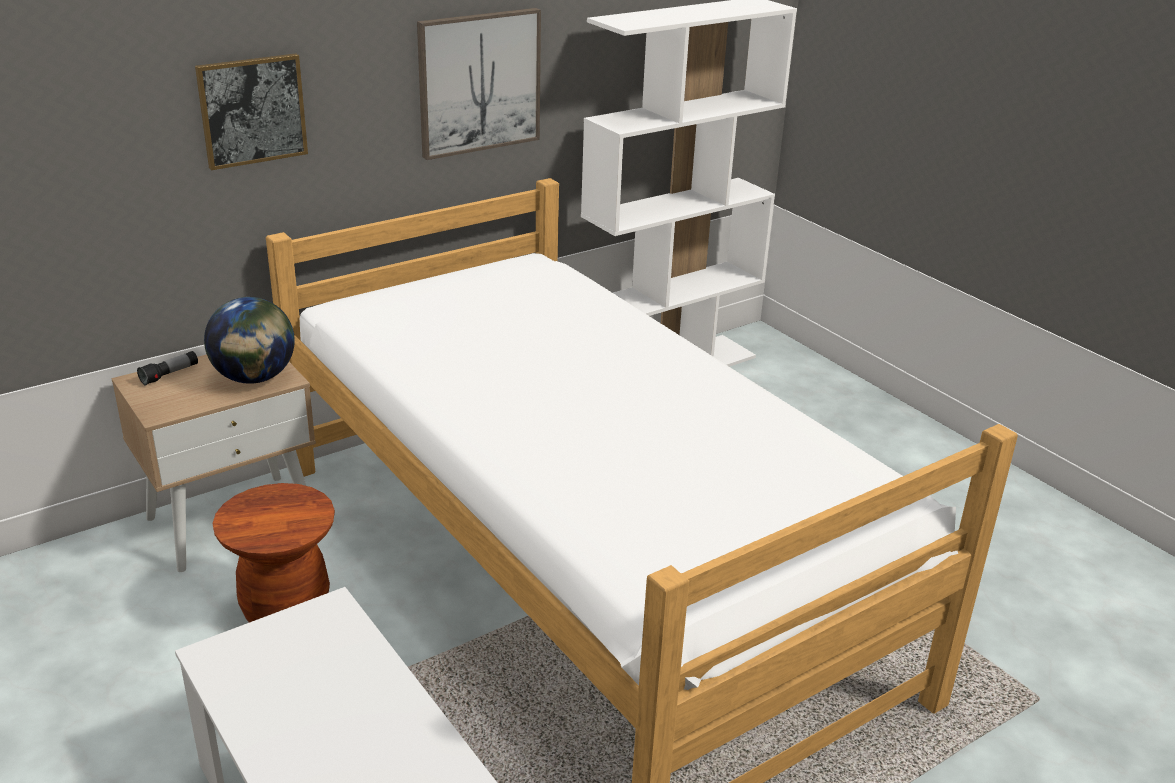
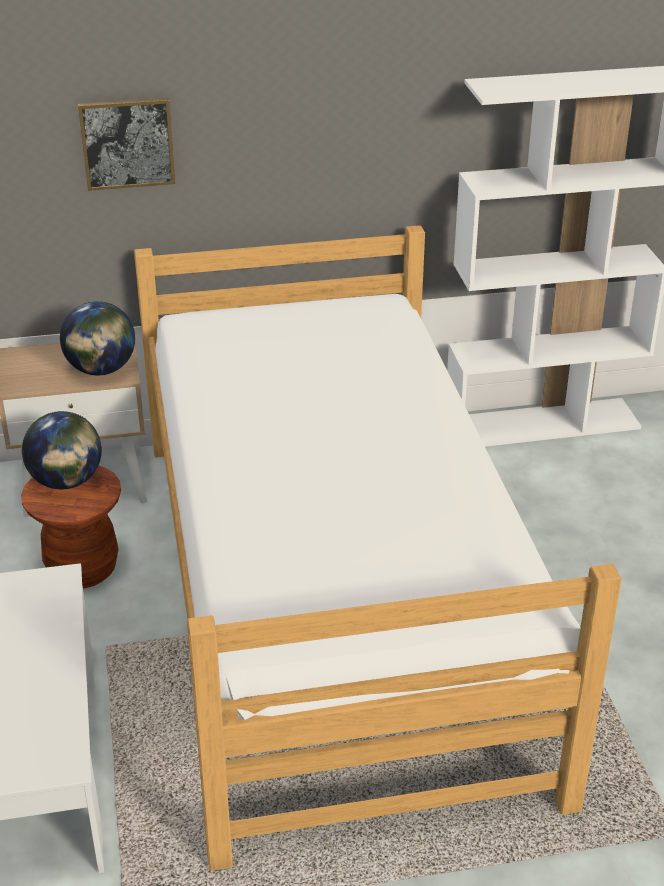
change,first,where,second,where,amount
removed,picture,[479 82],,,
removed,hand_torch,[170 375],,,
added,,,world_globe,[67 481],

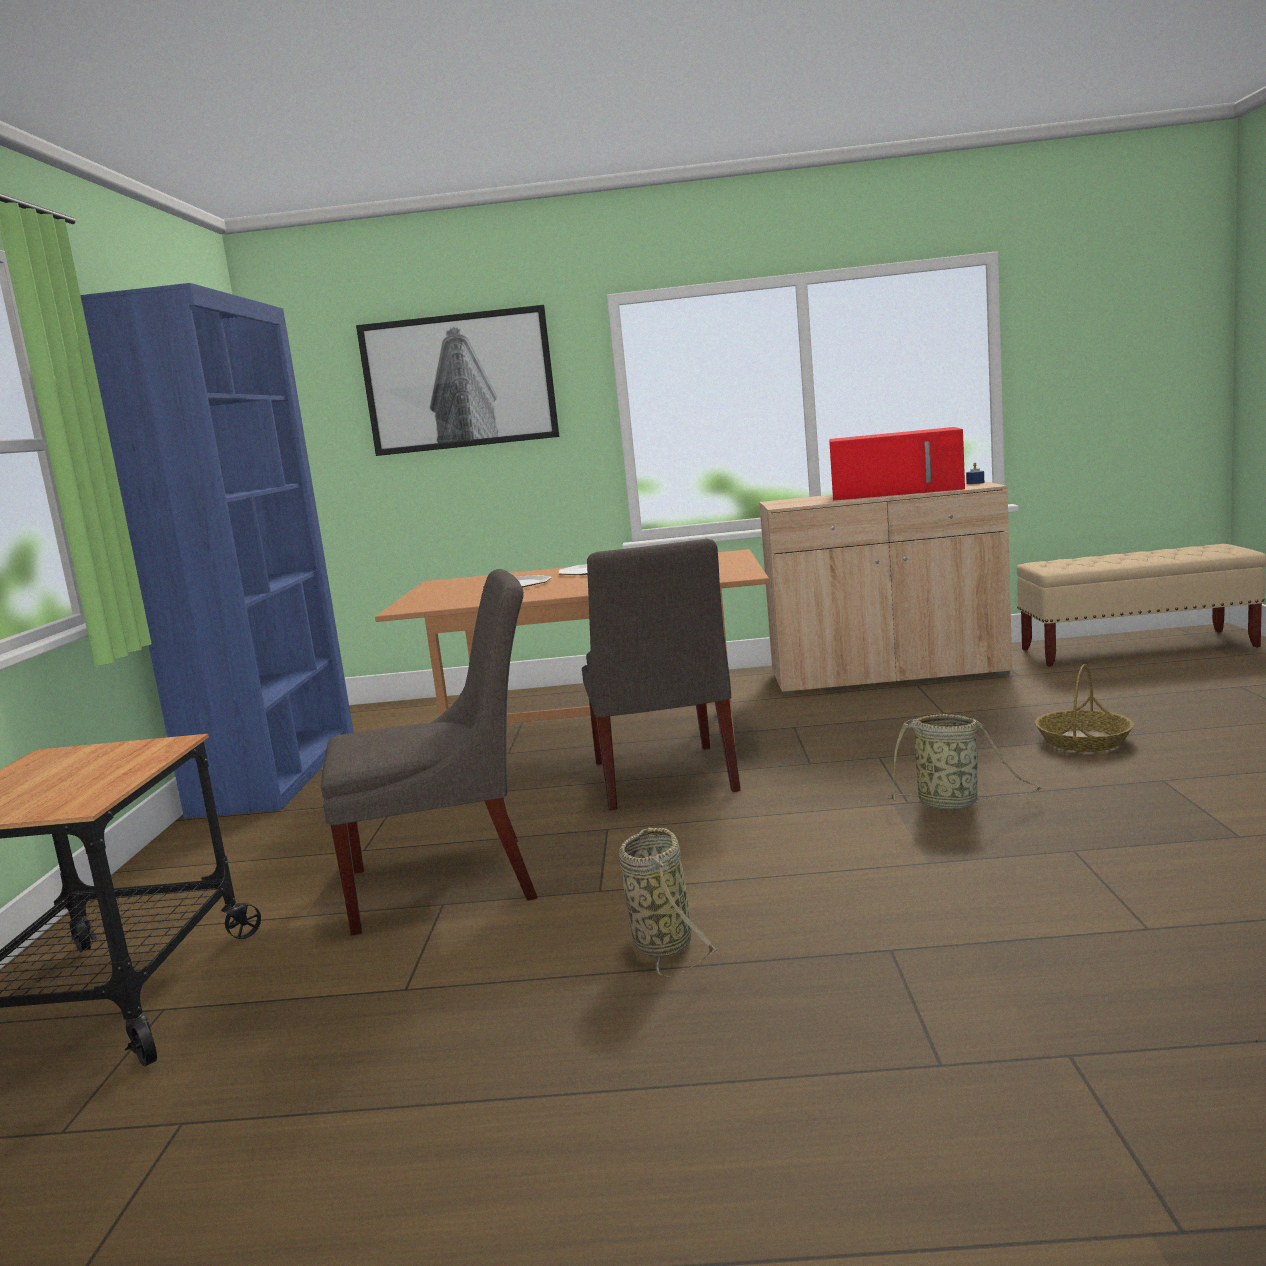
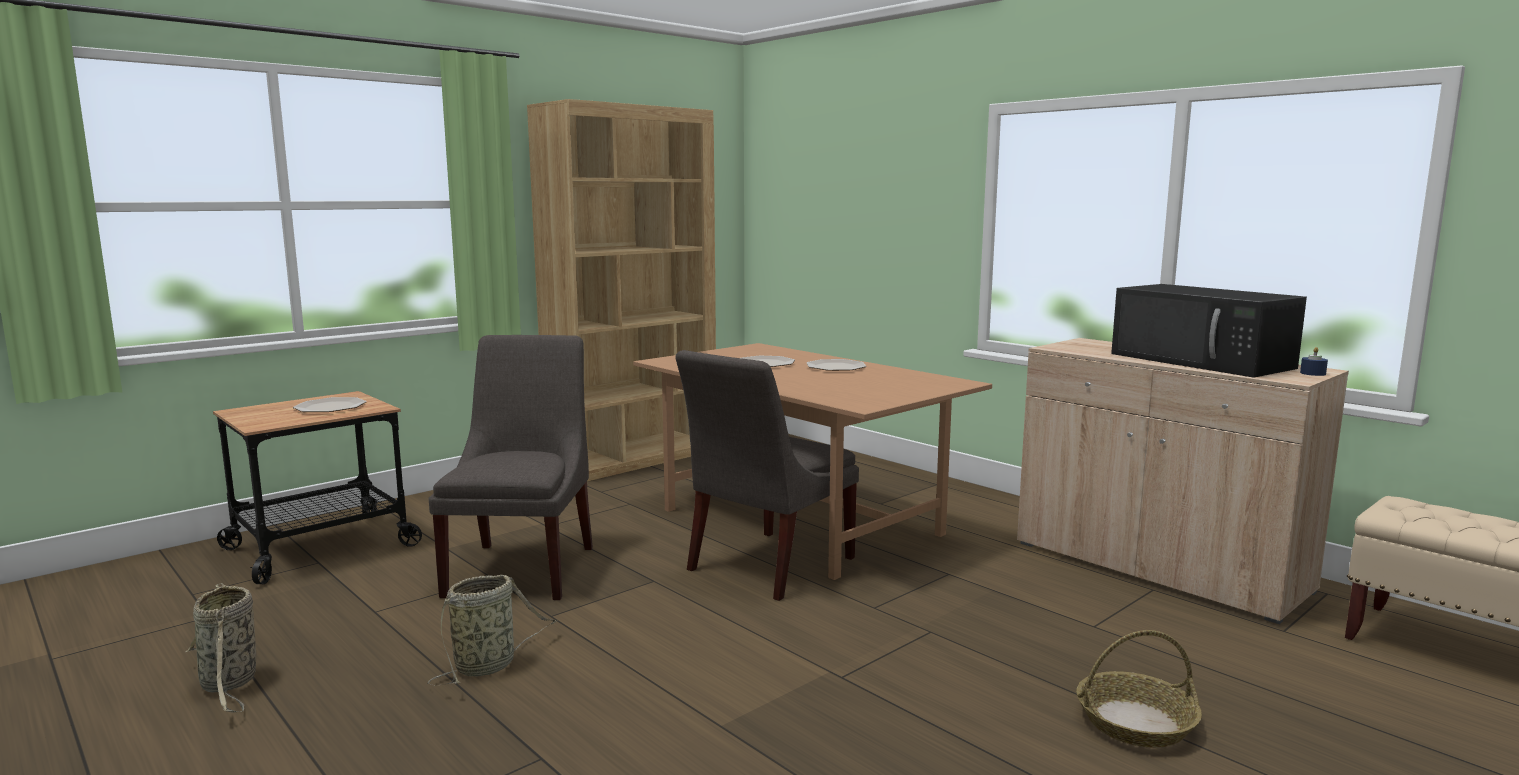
change,first,where,second,where,amount
recoloured,bluish_bookcase,[277 773],brown-coloured_bookcase,[634 458],
removed,picture,[459 381],,,
recoloured,red_microwave,[898 491],black_microwave,[1203 361],
turned,gray_plain_chair,[452 882],,[524 567],120 degrees counterclockwise
moved,household_basket,[952 803],,[229 684],
added,,,plate,[330 407],

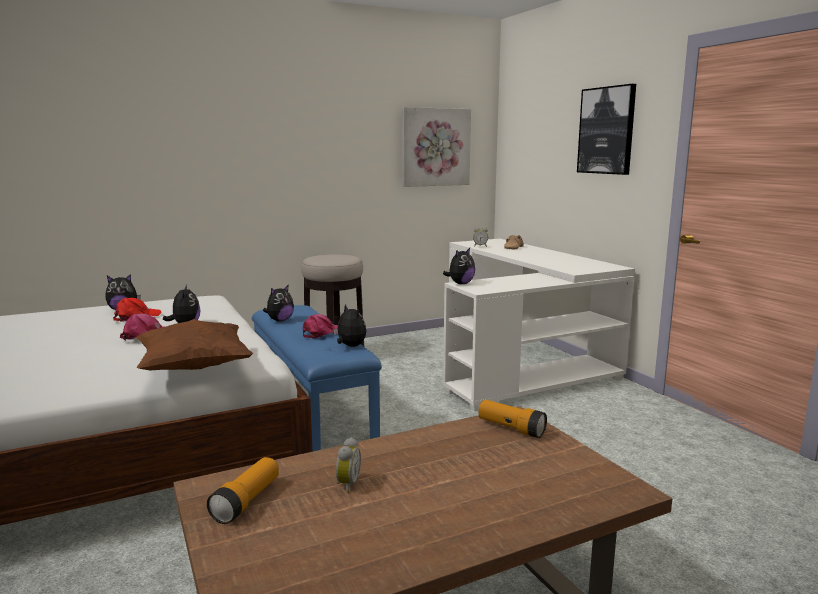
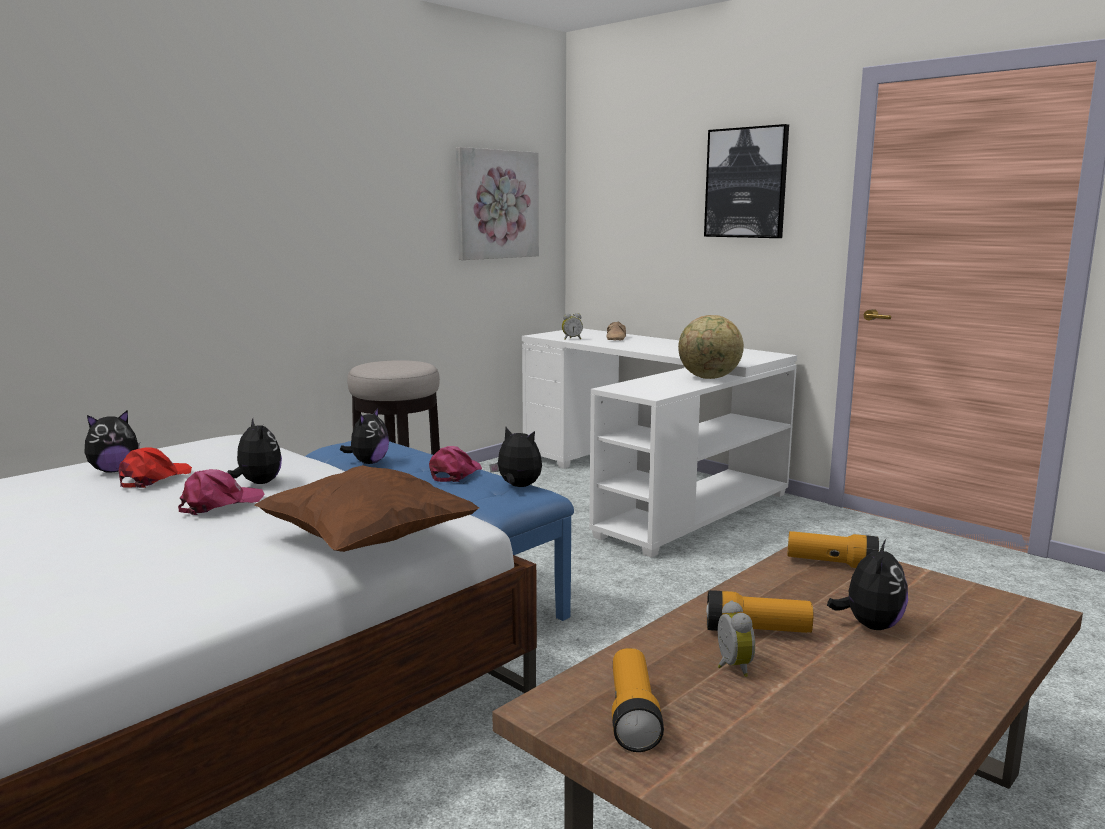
change,first,where,second,where,amount
moved,cuddly_toy,[460 284],,[869 625],
added,,,world_globe,[709 378],
added,,,hand_torch,[757 631],

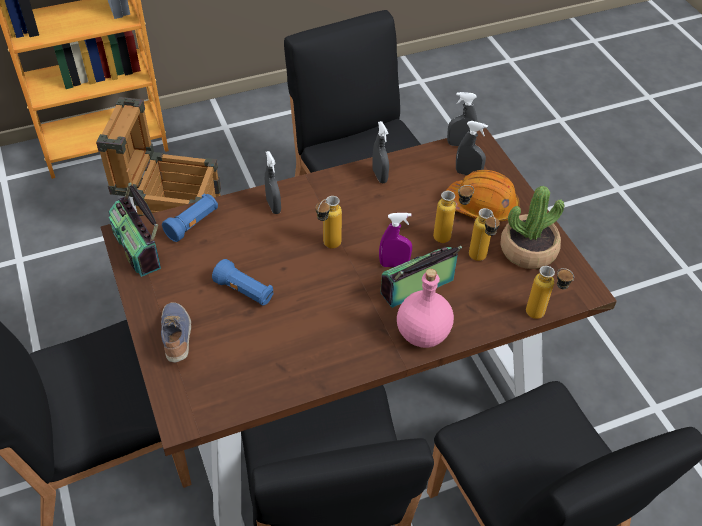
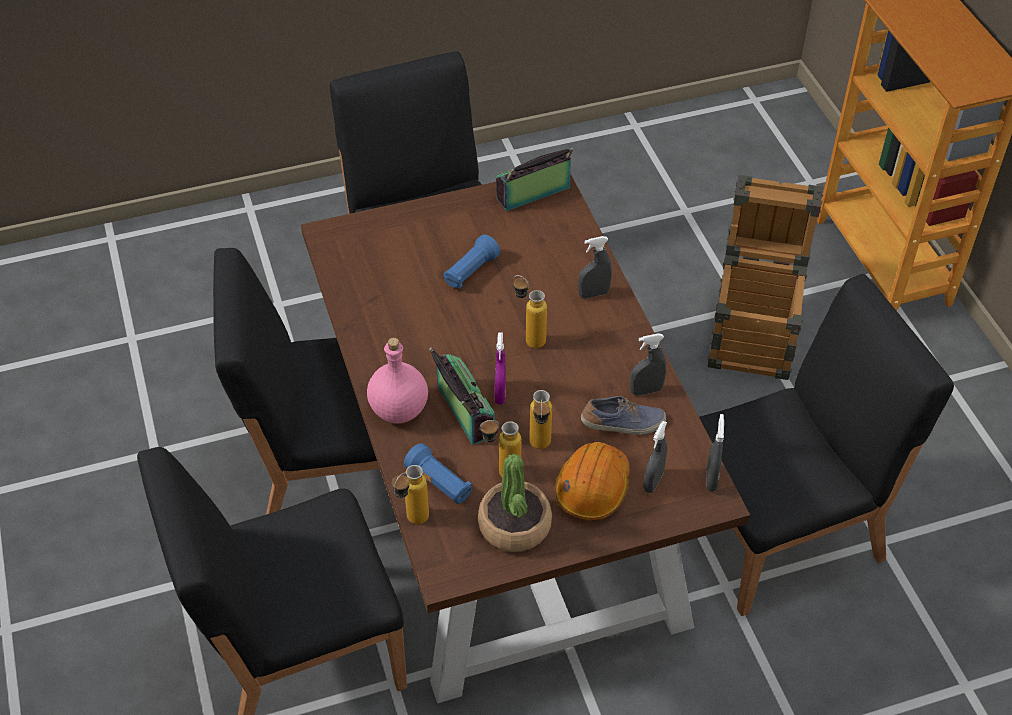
change,first,where,second,where,amount
moved,bluish_hand_torch,[193 224],,[439 484],
moved,shoe,[177 337],,[623 425],

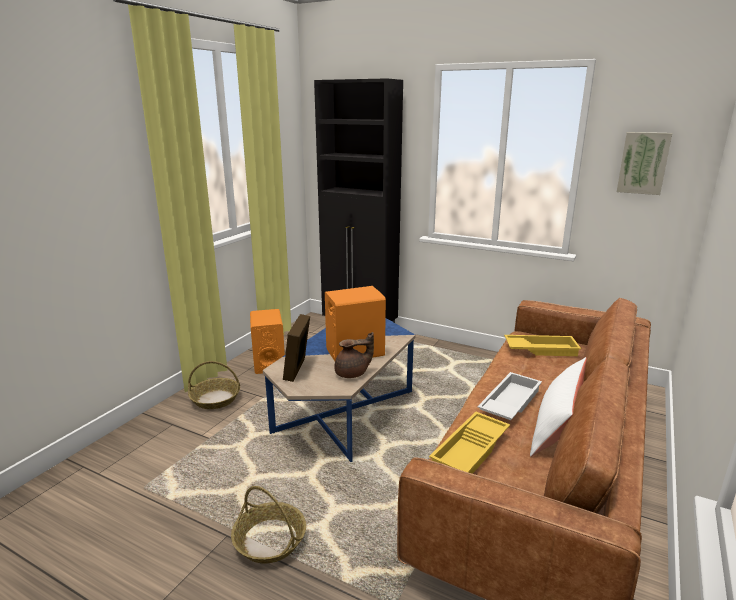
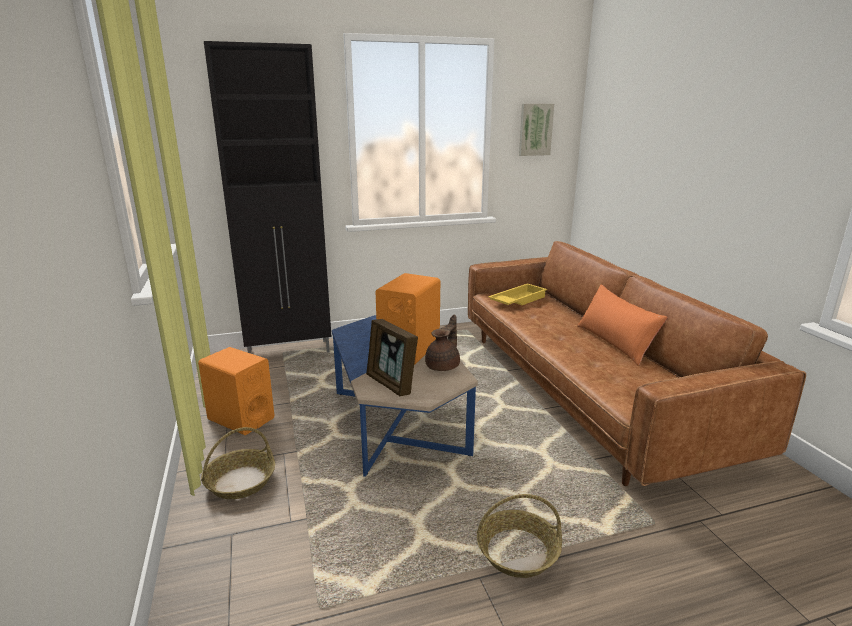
change,first,where,second,where,amount
recoloured,white-coloured_cushion,[556 426],orange_cushion,[615 342],
removed,white-coloured_tray,[509 402],,,
removed,yellowish_tray,[471 451],,,

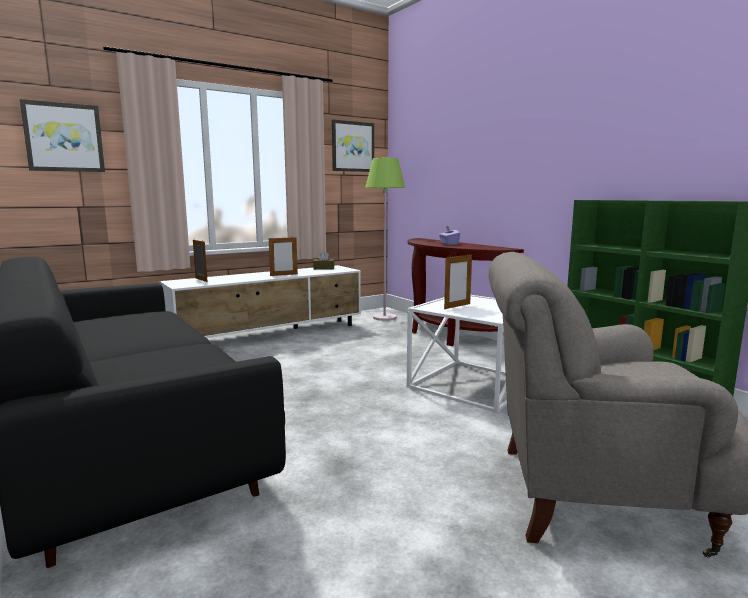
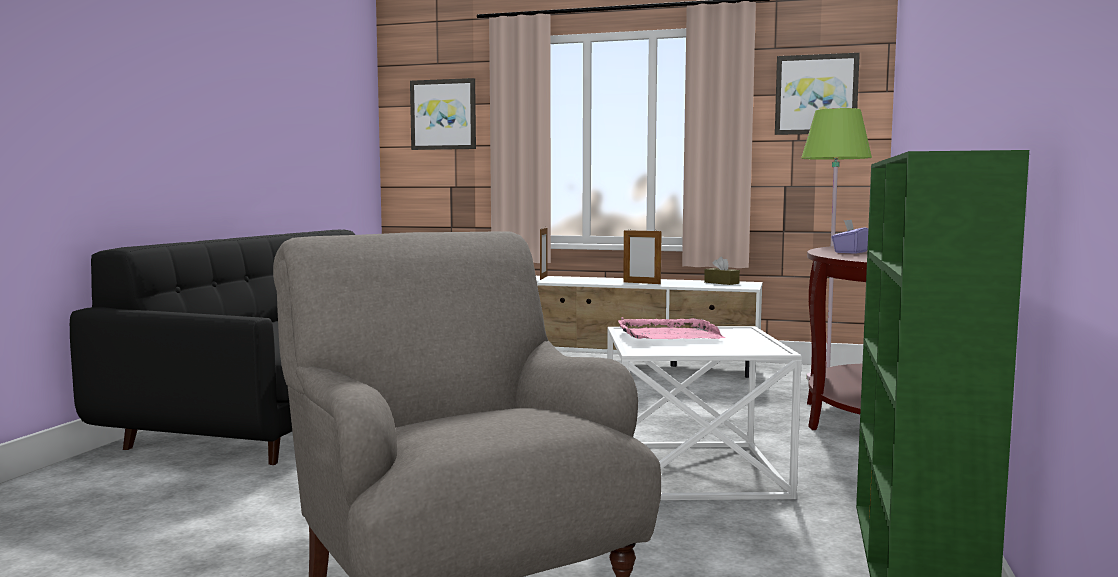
change,first,where,second,where,amount
replaced,photo_frame,[457 306],pinkish_tray,[668 335],

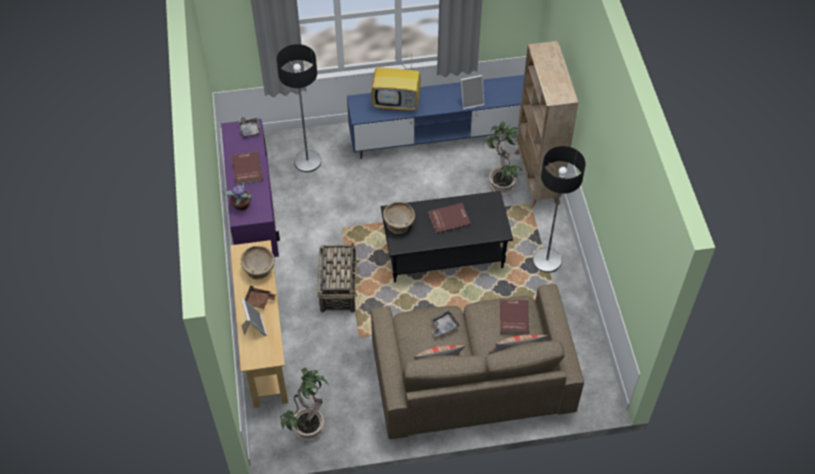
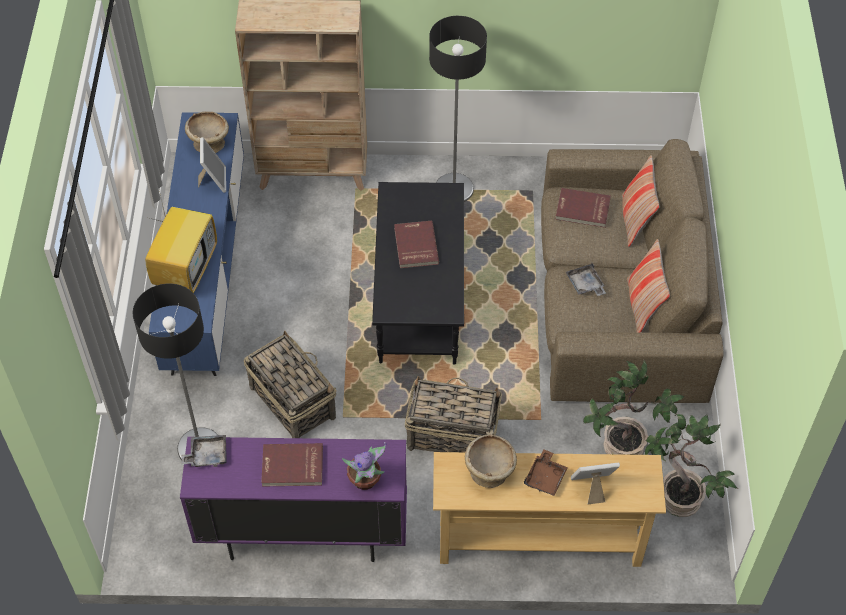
change,first,where,second,where,amount
moved,plant_in_a_pot,[500 185],,[623 448],
moved,beige-coloured_deep_dish,[399 225],,[209 143],
added,,,household_basket,[292 401],

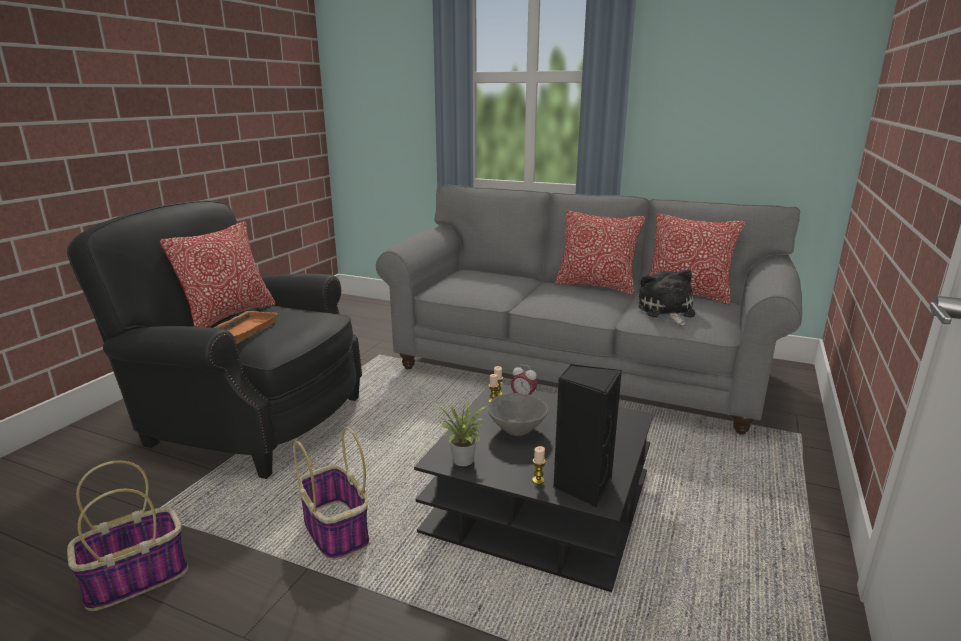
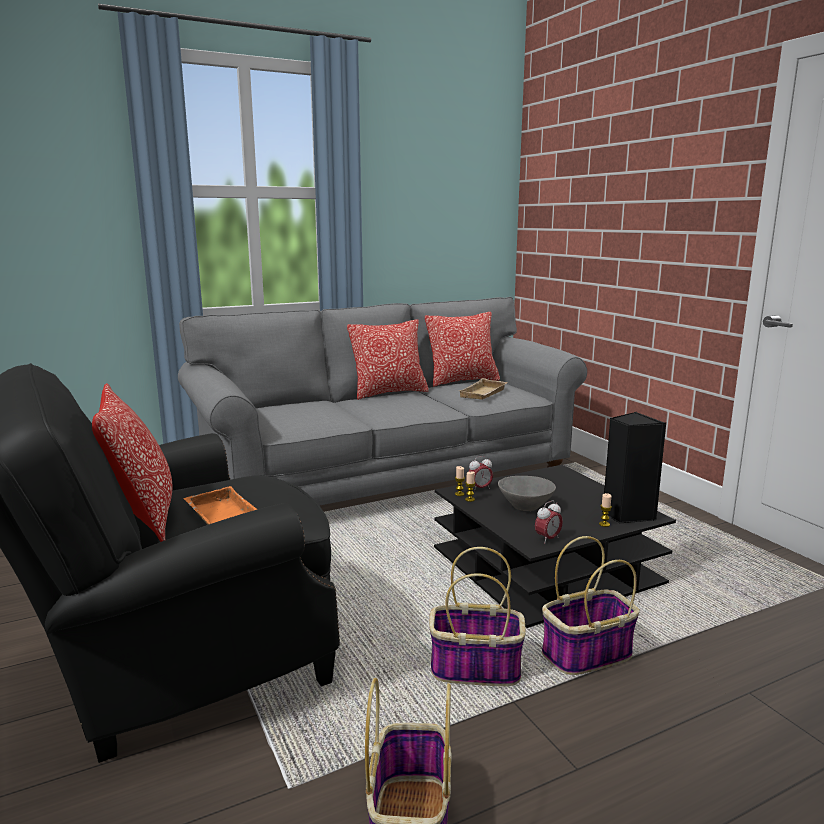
change,first,where,second,where,amount
replaced,cuddly_toy,[666 312],beige-coloured_tray,[484 394],
replaced,plant_in_a_pot,[462 462],table_clock,[547 539],
added,,,household_basket,[586 655],

